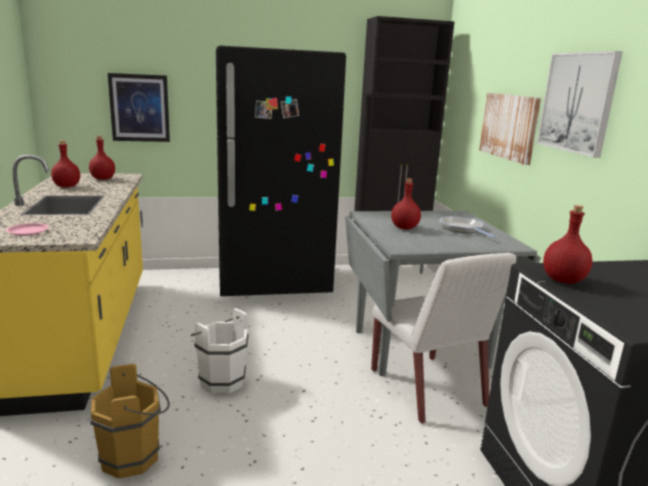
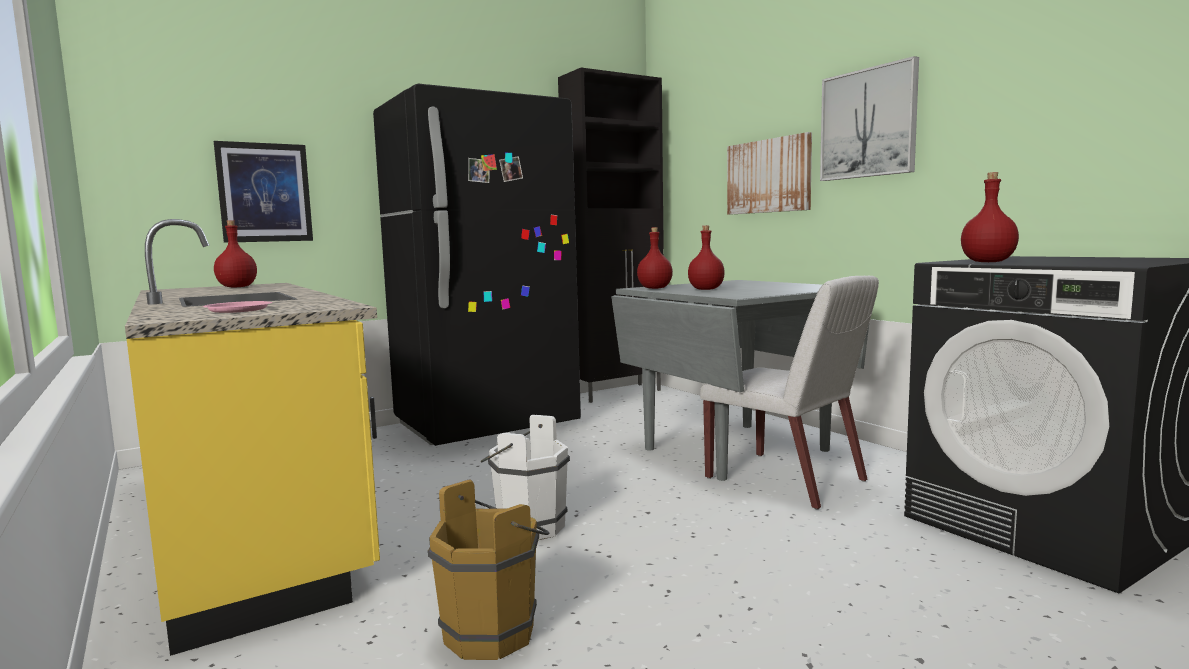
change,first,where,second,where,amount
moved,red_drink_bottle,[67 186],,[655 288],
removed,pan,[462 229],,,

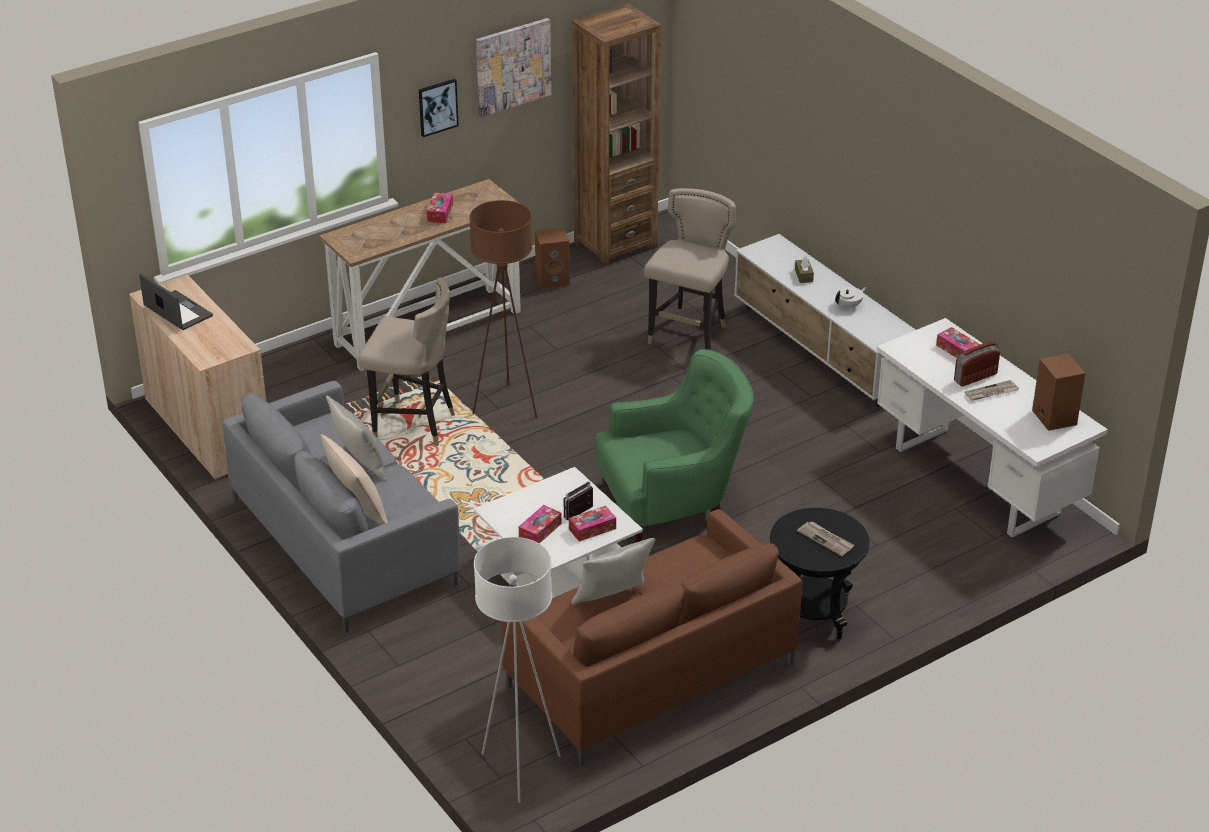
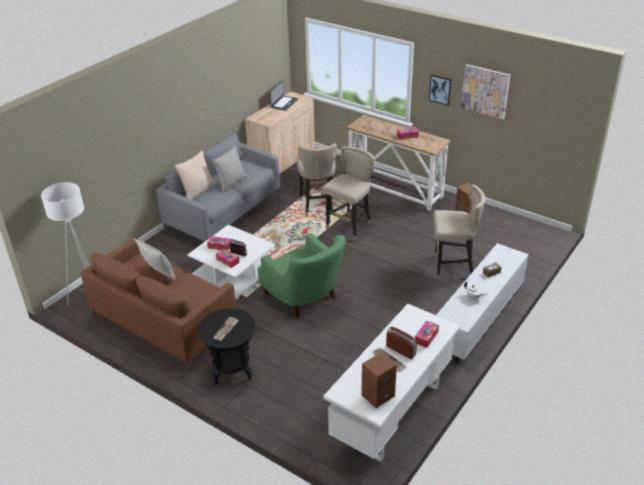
change,first,where,second,where,amount
removed,brown-coloured_bookcase,[615 245],,,
replaced,brown-coloured_standing_lamp,[506 406],beige-coloured_stool_seat,[349 227],

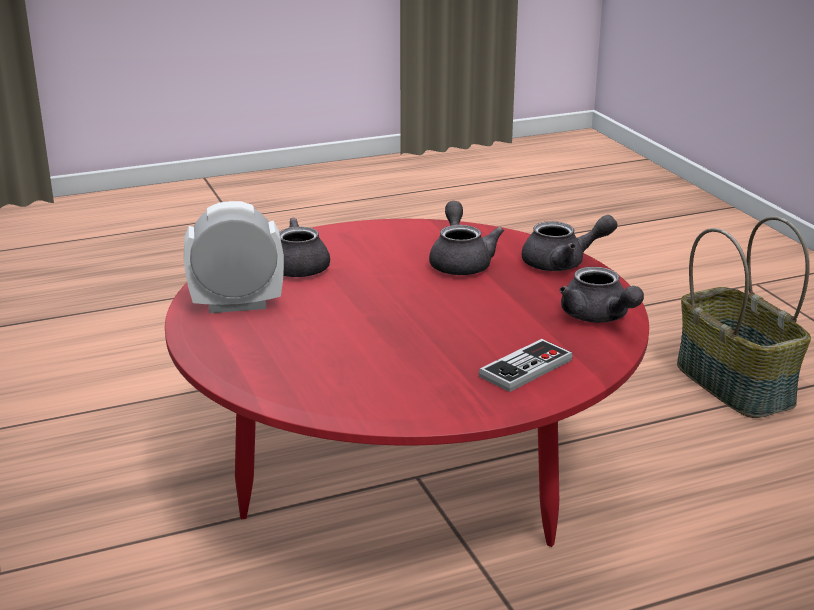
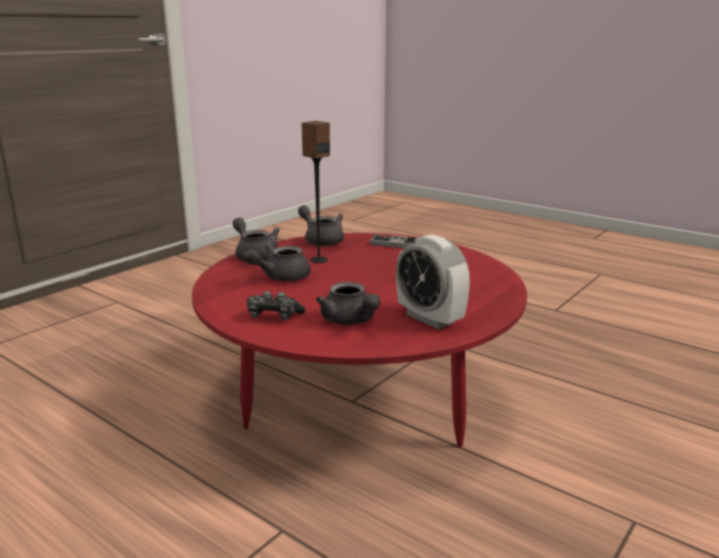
change,first,where,second,where,amount
removed,household_basket,[736 384],,,
turned,gray_tea_pot,[598 317],,[321 240],75 degrees counterclockwise
added,,,loudspeaker,[318 260],
added,,,gamepad,[273 316],

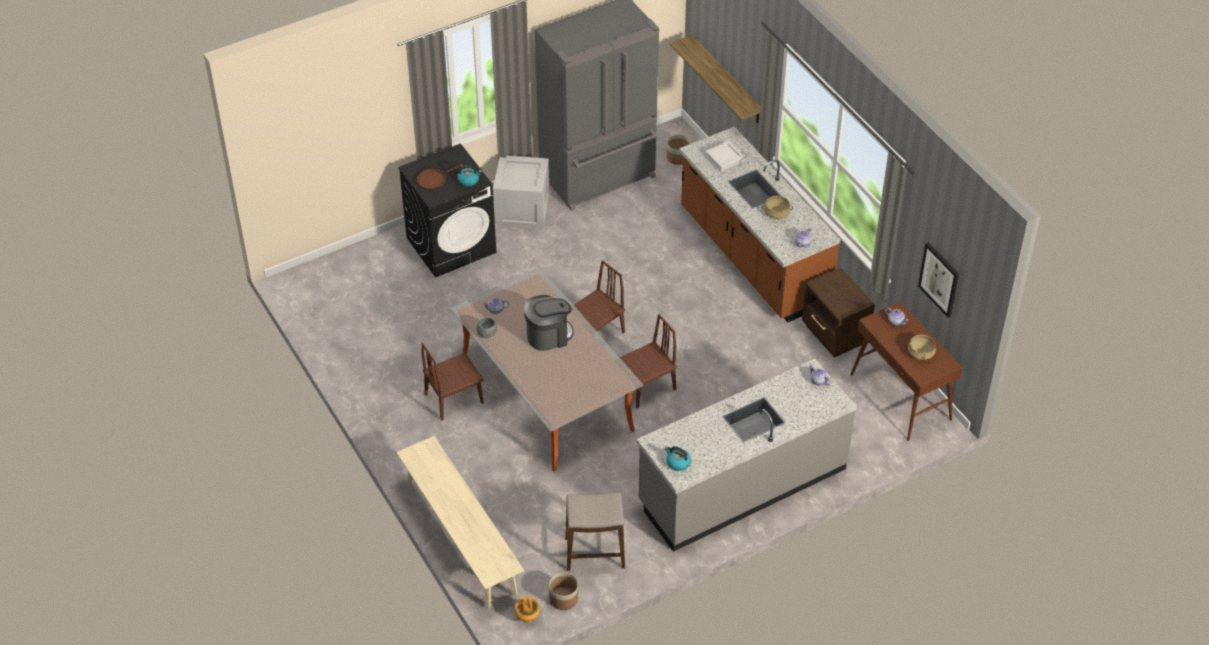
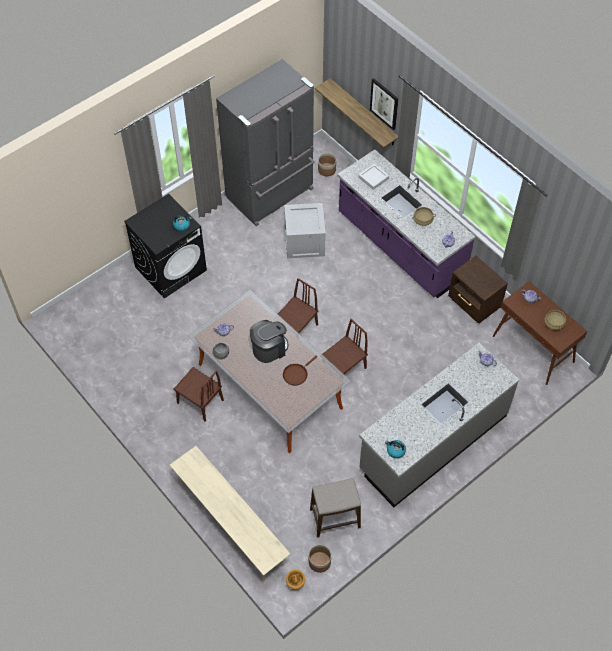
change,first,where,second,where,amount
recoloured,brown-coloured_kitchen_base_unit,[752 257],purple_kitchen_base_unit,[400 246],
moved,packing_crate,[522 209],,[304 242],
moved,brown-coloured_pan,[433 180],,[296 374],
moved,picture,[939 279],,[384 103],
turned,brown-coloured_plain_chair,[454 398],,[200 401],105 degrees counterclockwise

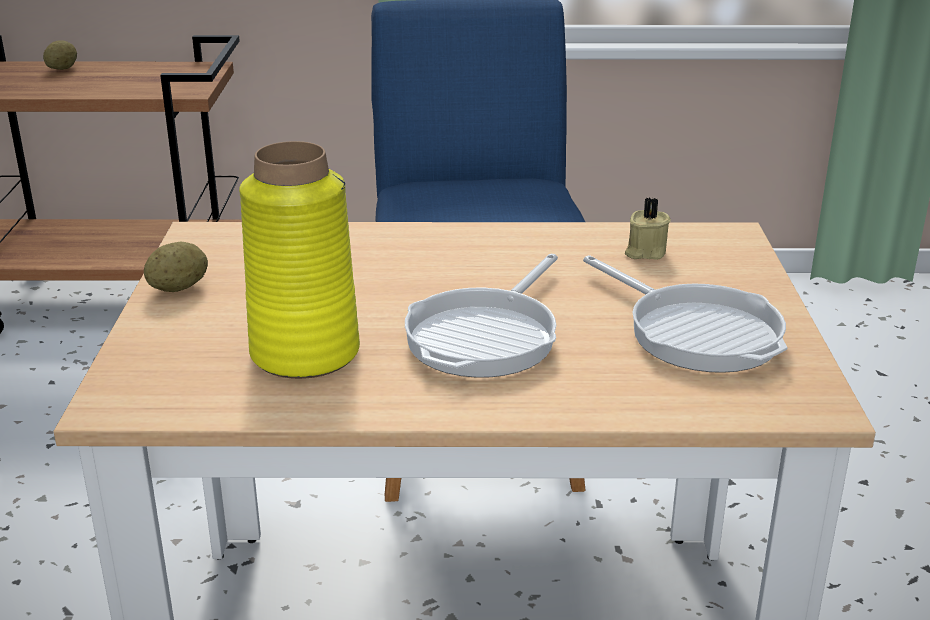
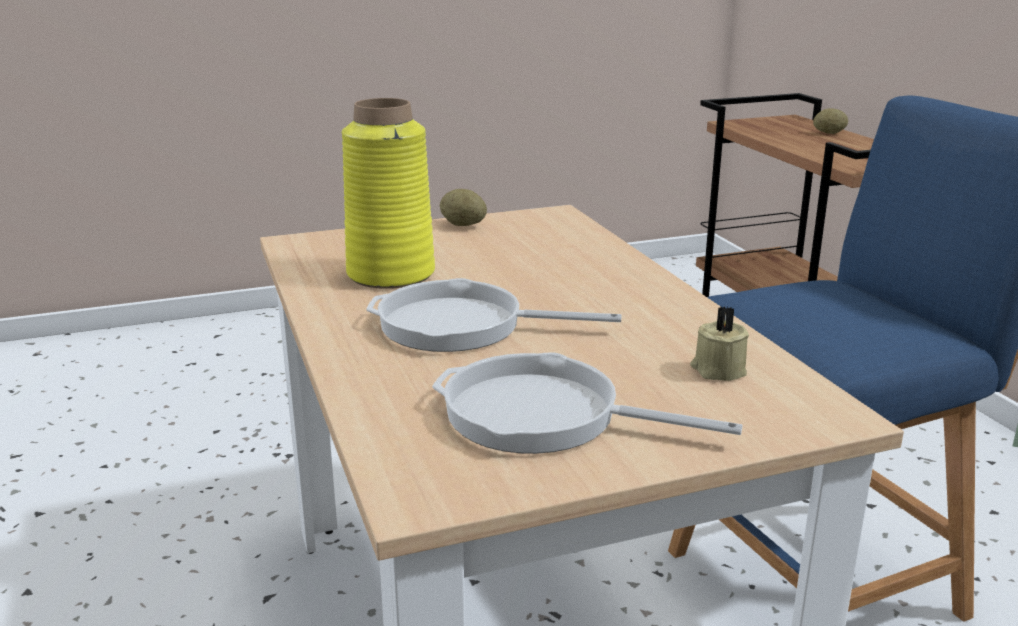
change,first,where,second,where,amount
turned,pan,[696 332],,[544 416],75 degrees clockwise

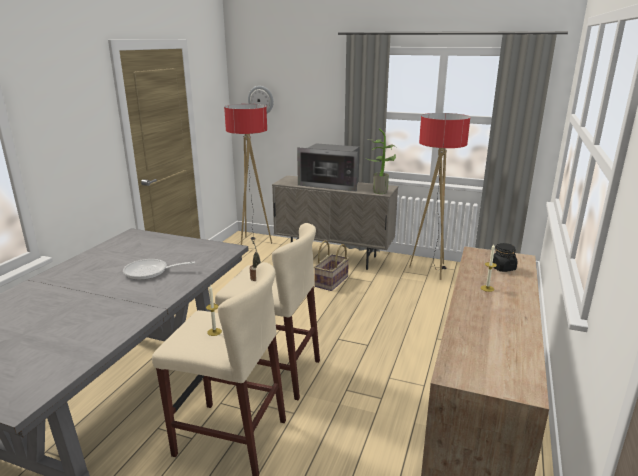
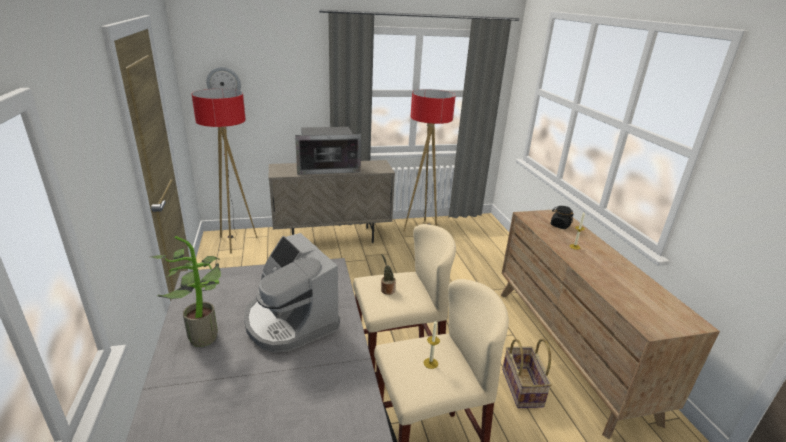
change,first,where,second,where,amount
moved,plant_in_a_pot,[380 191],,[204 335],
moved,household_basket,[332 282],,[523 387],
replaced,pan,[150 272],coffee_machine,[290 321],

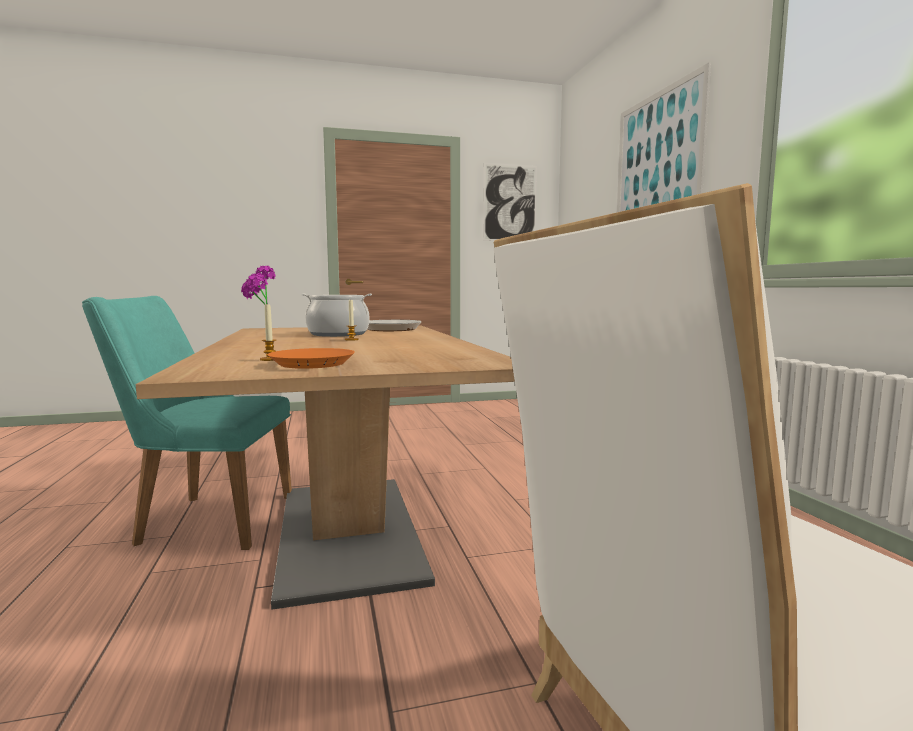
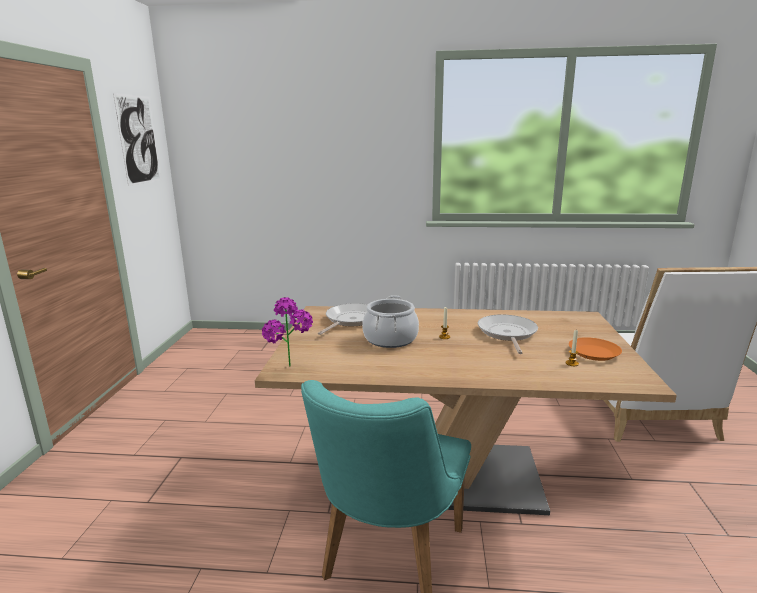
change,first,where,second,where,amount
removed,picture,[657 164],,,
added,,,pan,[507 333],

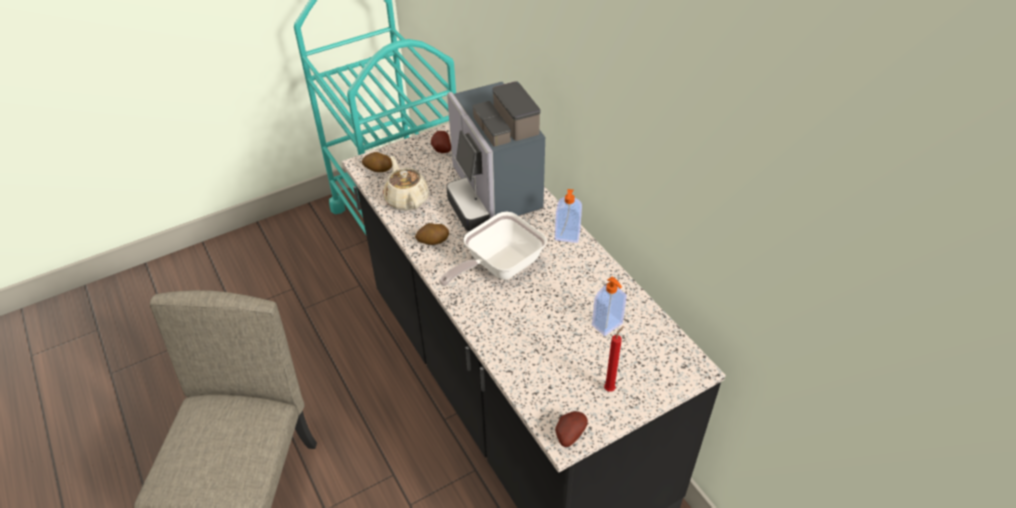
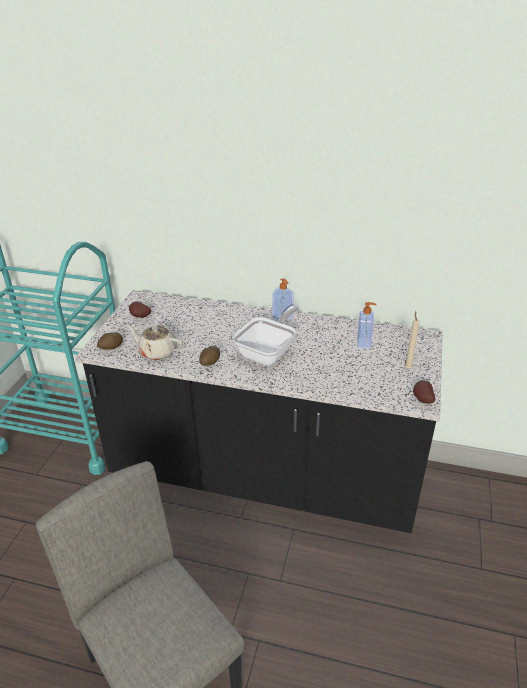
change,first,where,second,where,amount
removed,coffee_machine,[492 194],,,
turned,pan,[498 267],,[269 352],150 degrees counterclockwise
recoloured,red_wax_candle,[610 388],beige-coloured_wax_candle,[407 367],

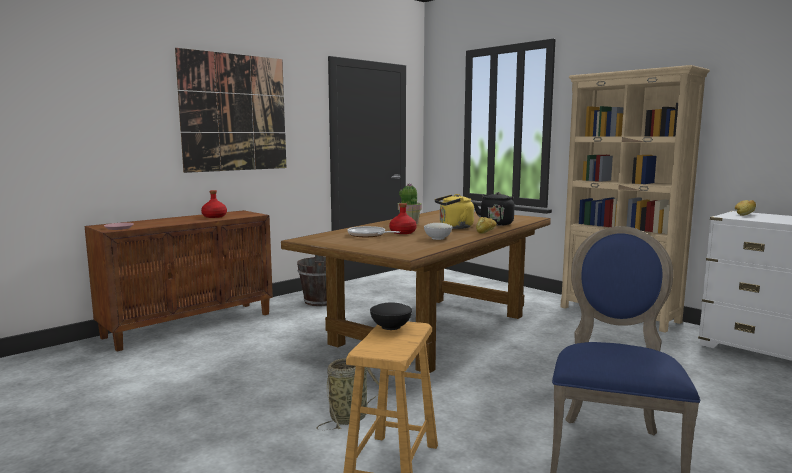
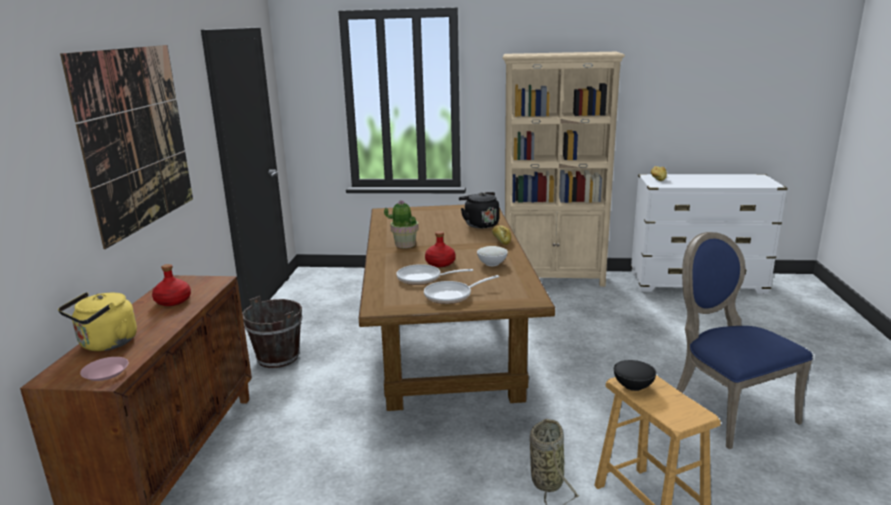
change,first,where,second,where,amount
moved,yellowish_water_kettle,[454 227],,[106 344],
added,,,pan,[452 295],

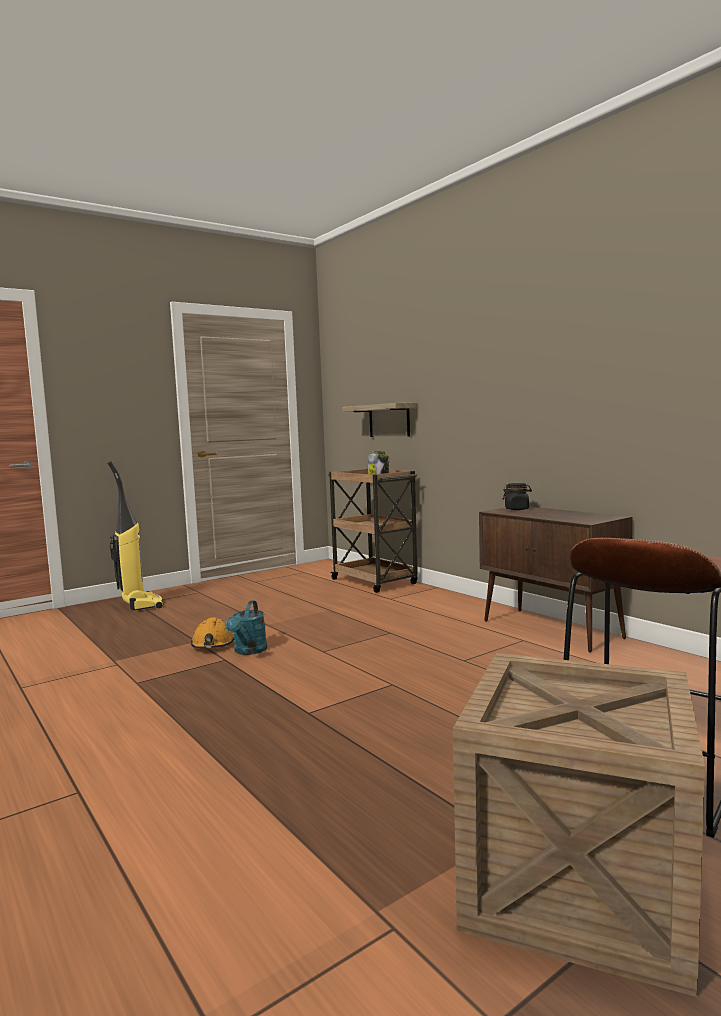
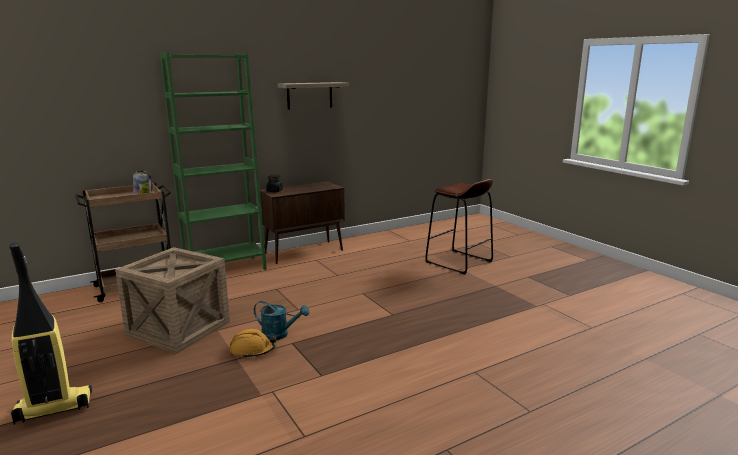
change,first,where,second,where,amount
moved,wall_shelf,[389 420],,[309 95],
moved,packing_crate,[577 885],,[179 329],
added,,,greenish_bookcase,[225 269],

